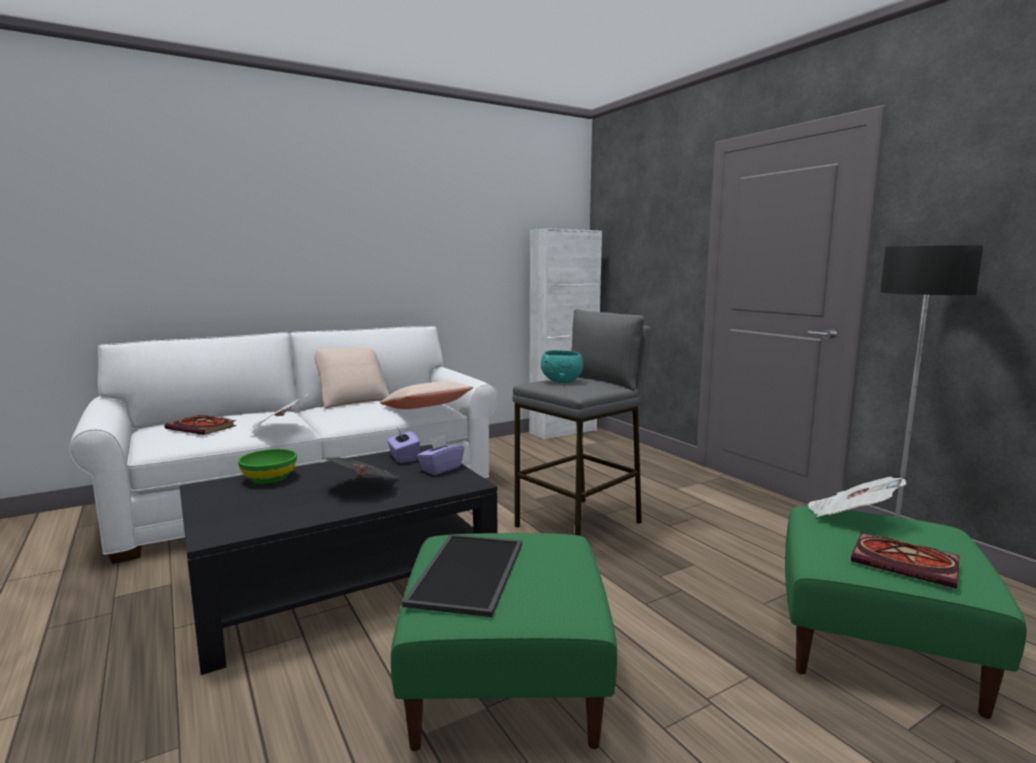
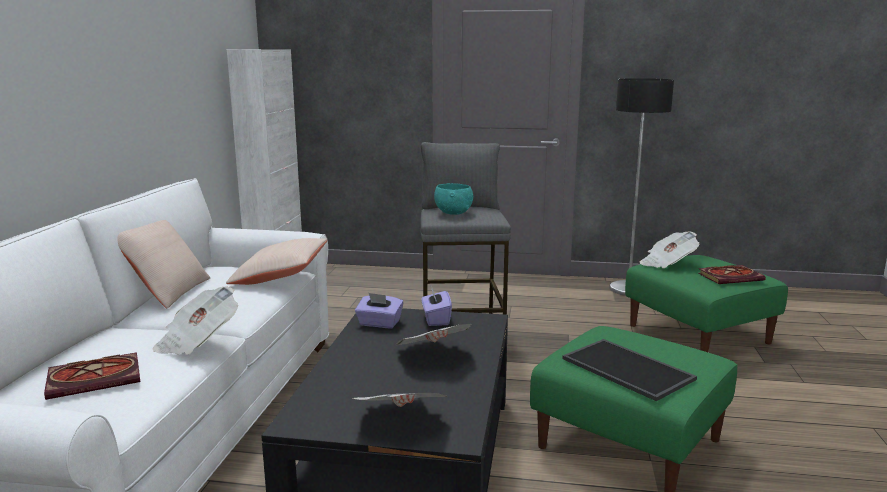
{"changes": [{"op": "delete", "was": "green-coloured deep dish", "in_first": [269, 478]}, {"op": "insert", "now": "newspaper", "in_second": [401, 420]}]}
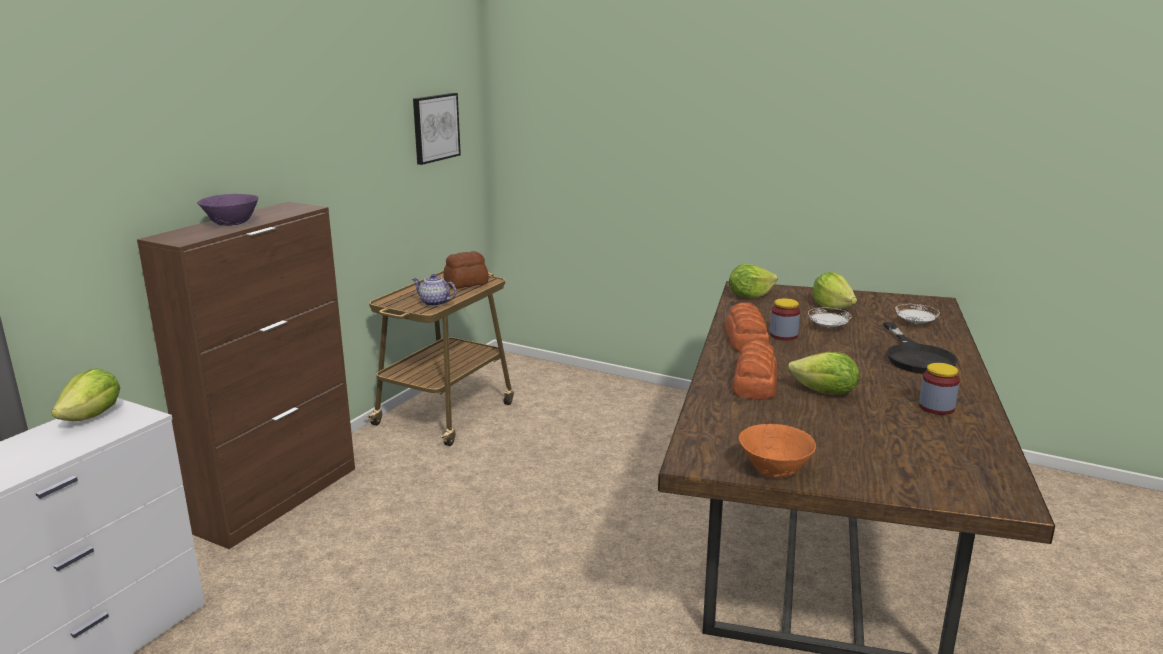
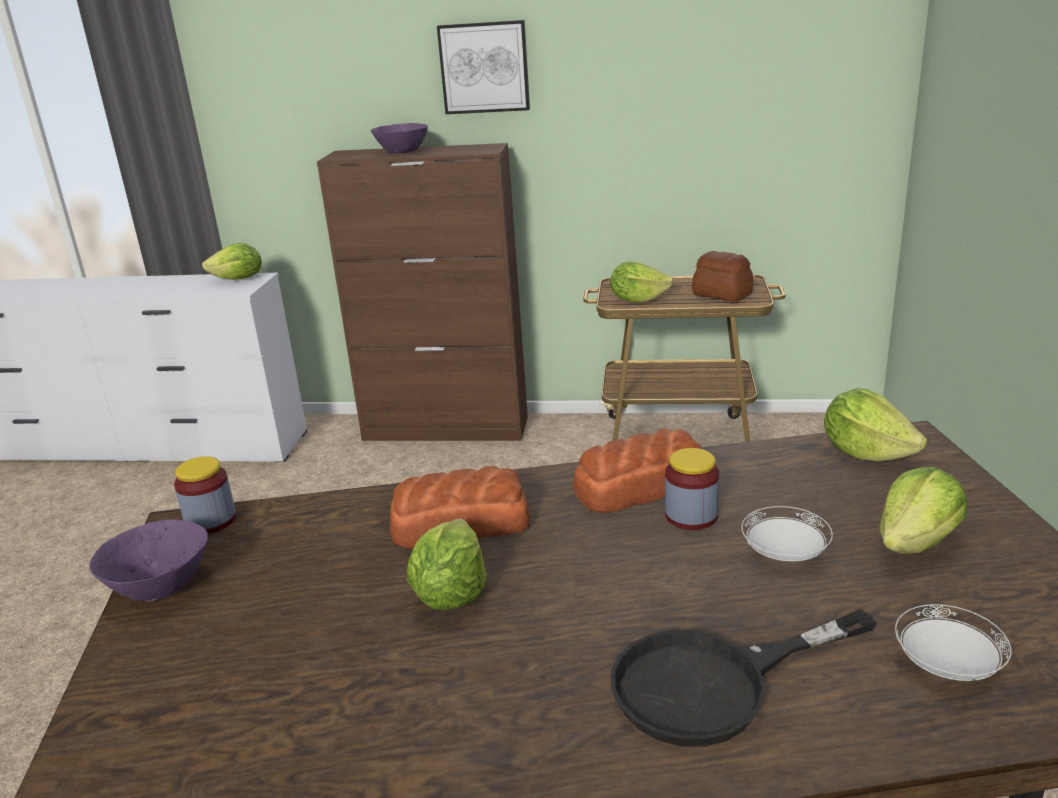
{"changes": [{"op": "replace", "was": "tea pot", "now": "head of lettuce", "in_first": [434, 303], "in_second": [637, 300]}, {"op": "move", "was": "picture", "in_first": [435, 127], "in_second": [484, 67]}, {"op": "recolor", "was": "orange-coloured deep dish", "now": "purple-coloured deep dish", "in_first": [774, 470], "in_second": [159, 588]}, {"op": "move", "was": "preserve jar", "in_first": [936, 407], "in_second": [211, 521]}]}
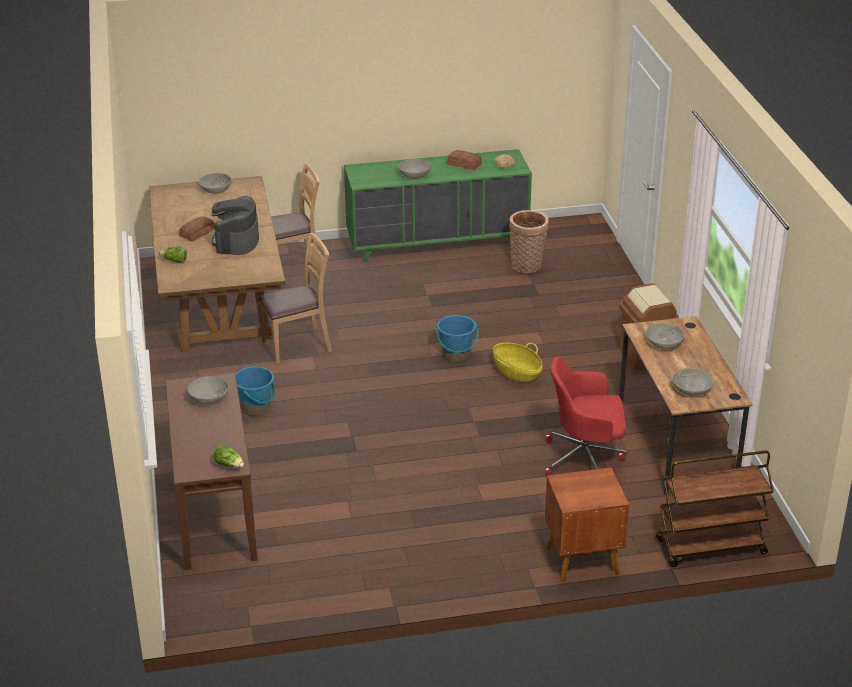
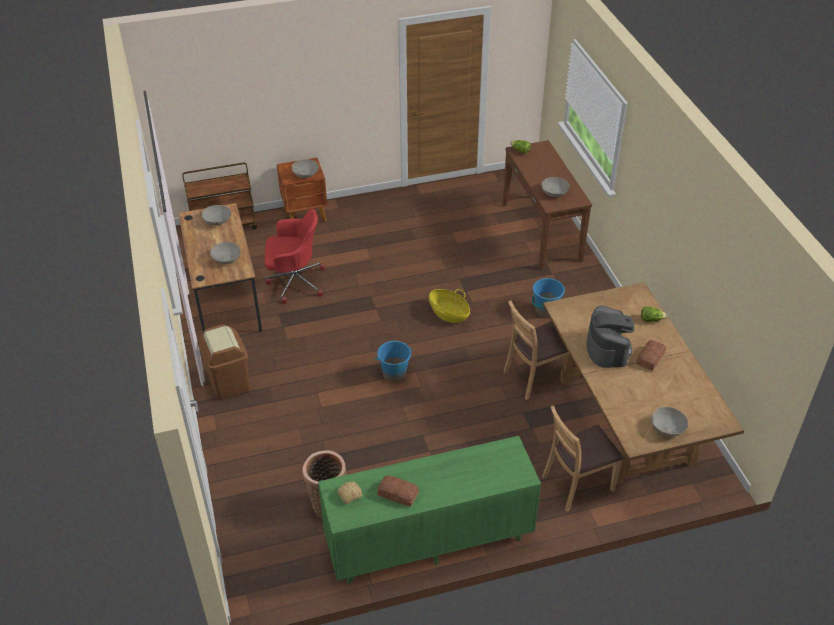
{"changes": [{"op": "move", "was": "grey deep dish", "in_first": [415, 175], "in_second": [305, 174]}, {"op": "move", "was": "household basket", "in_first": [517, 372], "in_second": [449, 313]}]}
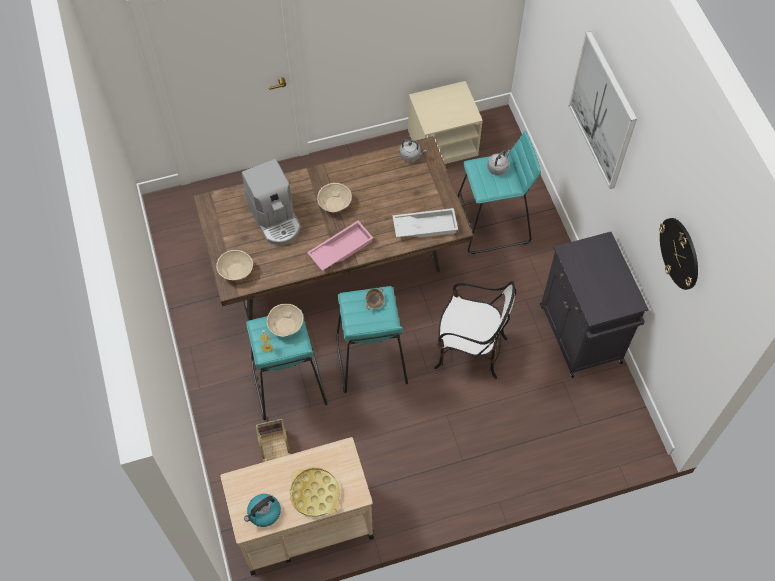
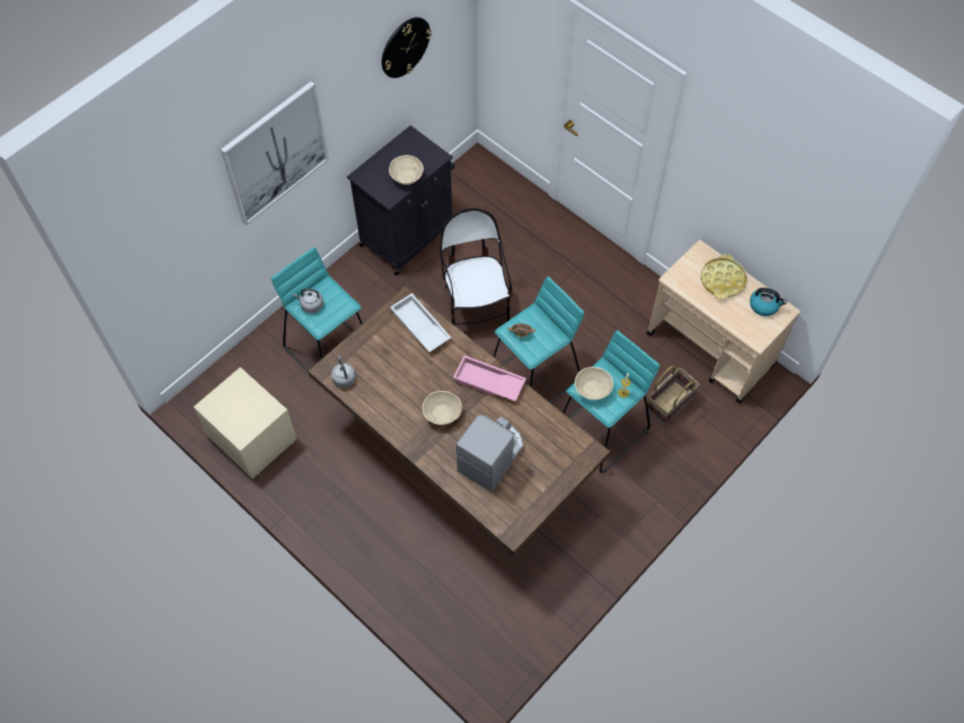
{"changes": [{"op": "move", "was": "sand-coloured deep dish", "in_first": [236, 271], "in_second": [406, 177]}]}
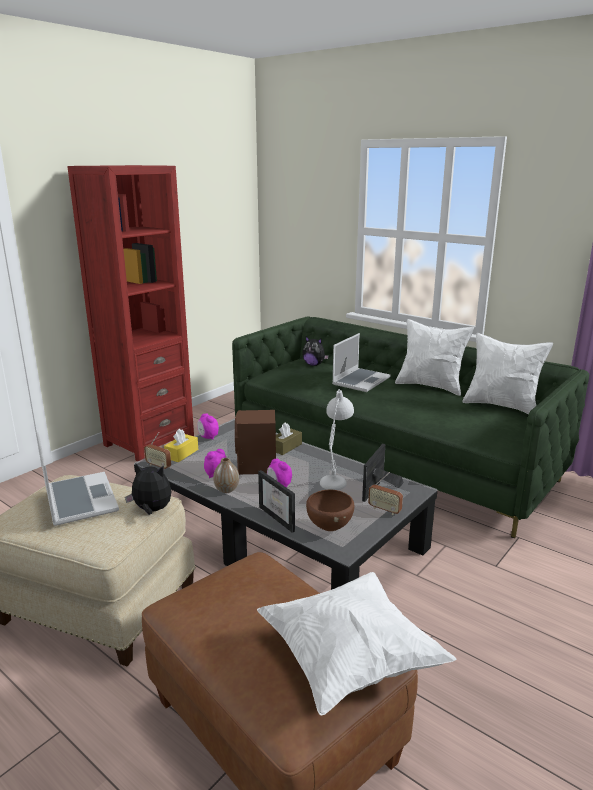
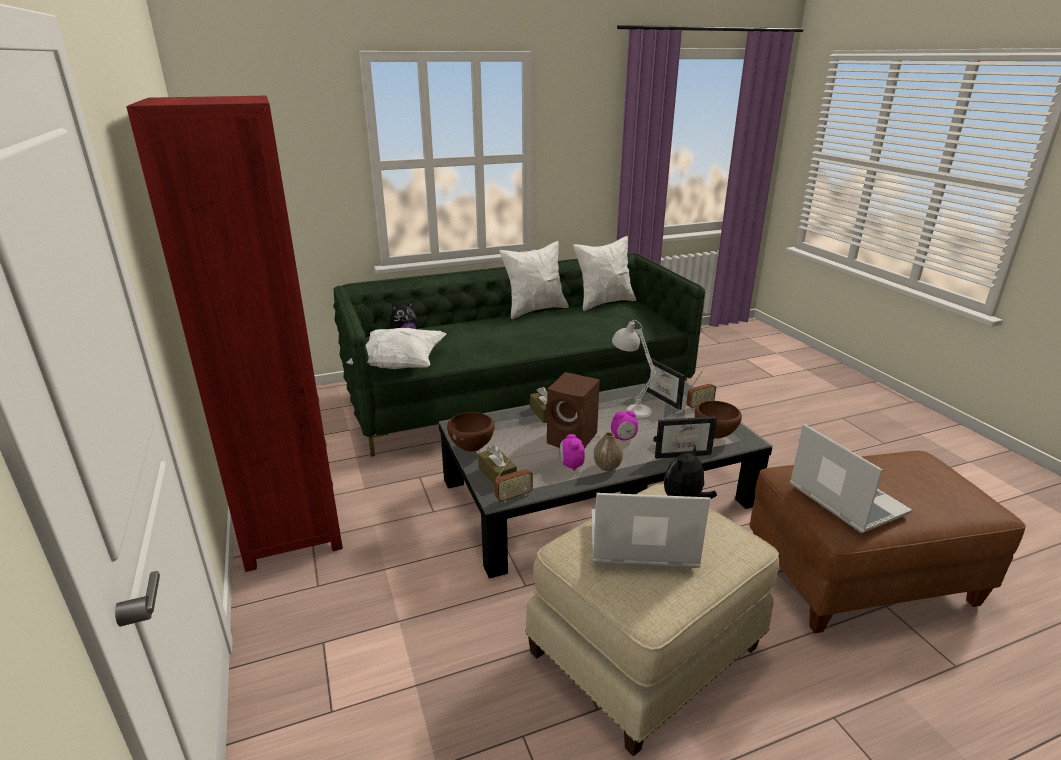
{"changes": [{"op": "recolor", "was": "yellow-coloured box of tissues", "now": "brownish box of tissues", "in_first": [182, 454], "in_second": [497, 474]}, {"op": "replace", "was": "alarm clock", "now": "brownish deep dish", "in_first": [208, 437], "in_second": [472, 449]}, {"op": "move", "was": "whitish pillow", "in_first": [349, 659], "in_second": [400, 365]}, {"op": "move", "was": "notebook computer", "in_first": [360, 381], "in_second": [844, 499]}]}
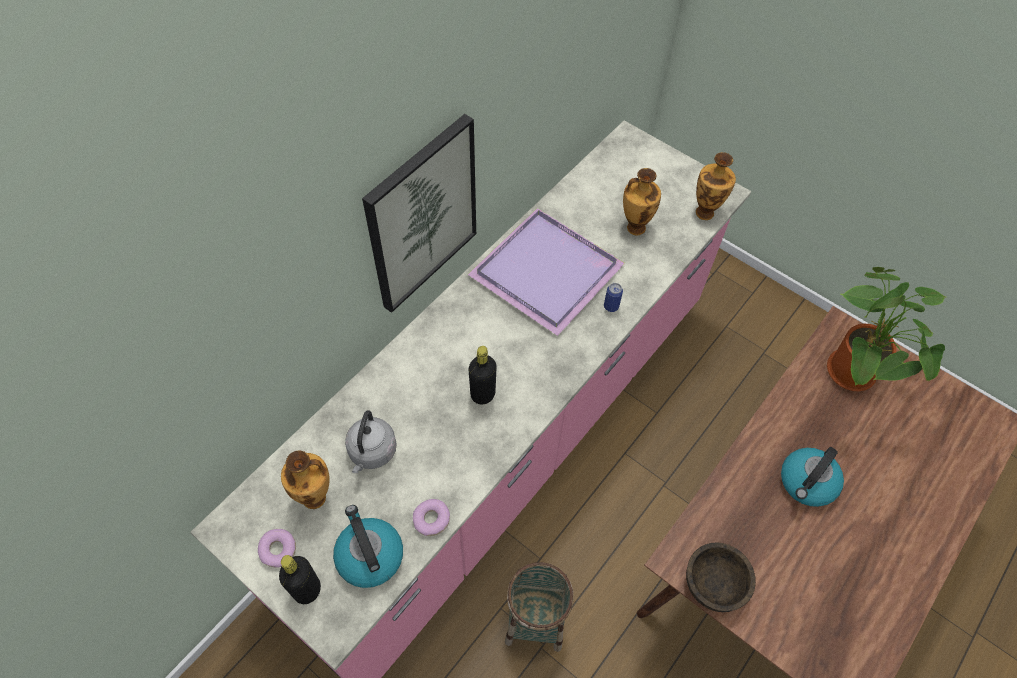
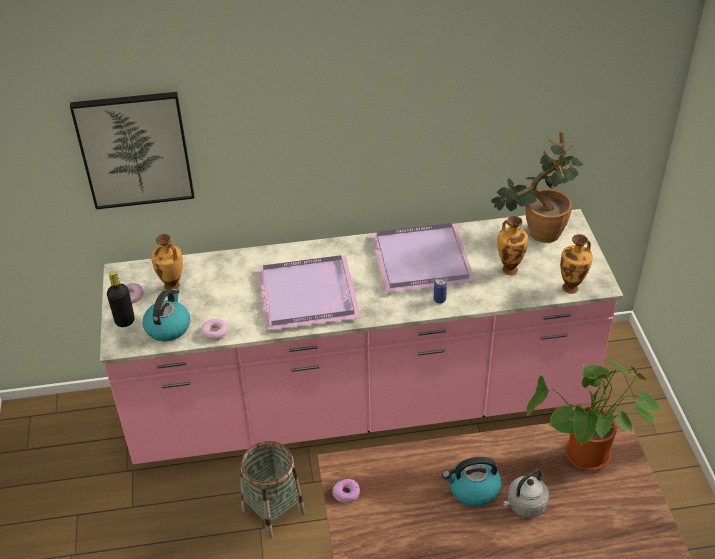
{"changes": [{"op": "move", "was": "grey kettle", "in_first": [372, 452], "in_second": [524, 505]}, {"op": "move", "was": "picture", "in_first": [421, 215], "in_second": [135, 150]}, {"op": "replace", "was": "blackish drink bottle", "now": "purple-coloured tray", "in_first": [483, 394], "in_second": [310, 295]}, {"op": "replace", "was": "brownish deep dish", "now": "doughnut", "in_first": [714, 584], "in_second": [346, 493]}, {"op": "insert", "now": "plant in a pot", "in_second": [536, 234]}]}
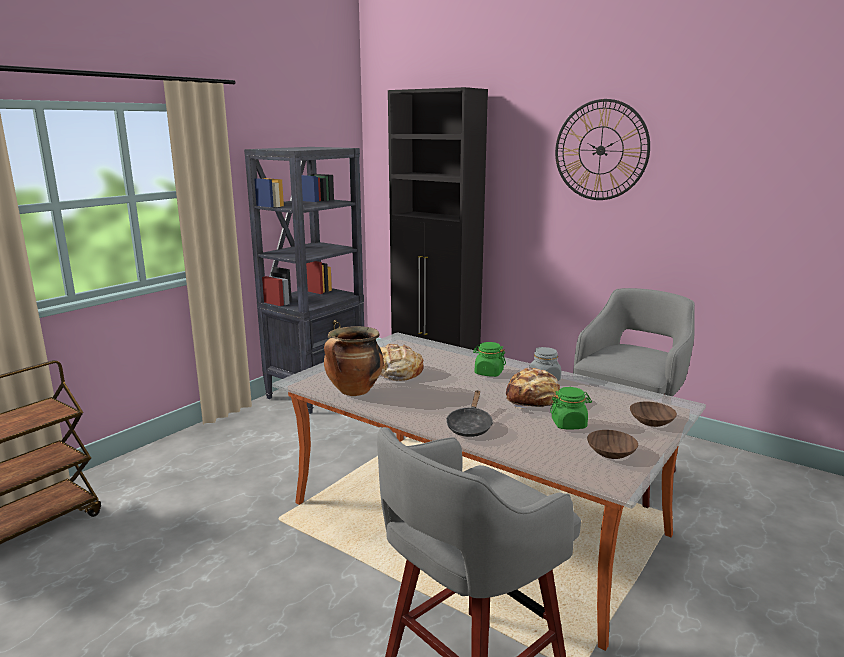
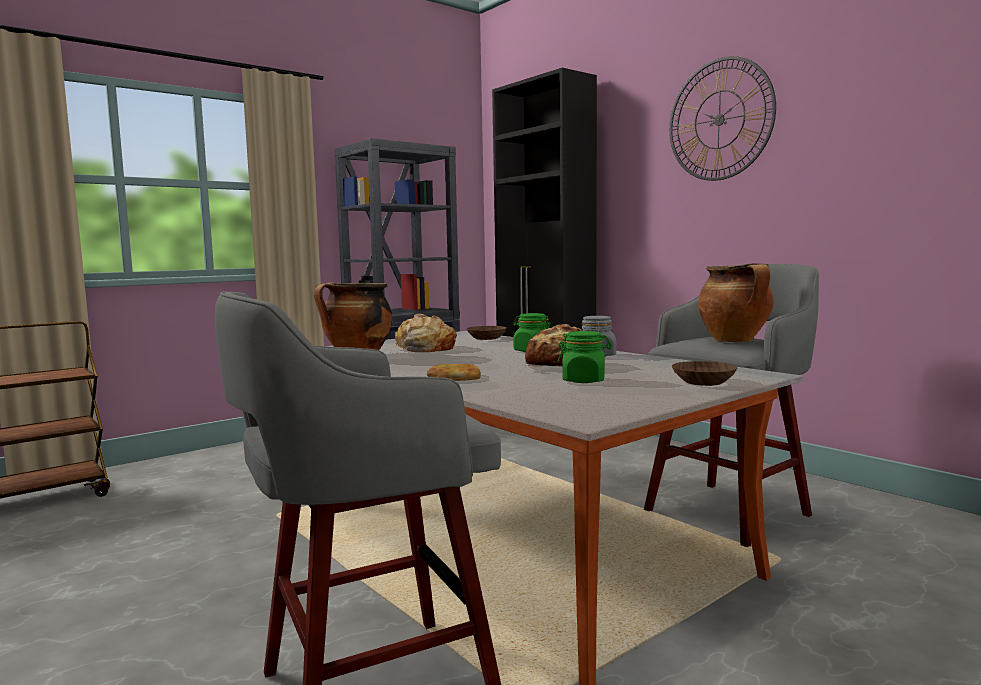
{"changes": [{"op": "replace", "was": "blackish frying pan", "now": "bakery bread", "in_first": [469, 426], "in_second": [454, 377]}, {"op": "move", "was": "brownish deep dish", "in_first": [611, 451], "in_second": [487, 338]}, {"op": "insert", "now": "stockpot", "in_second": [735, 340]}]}
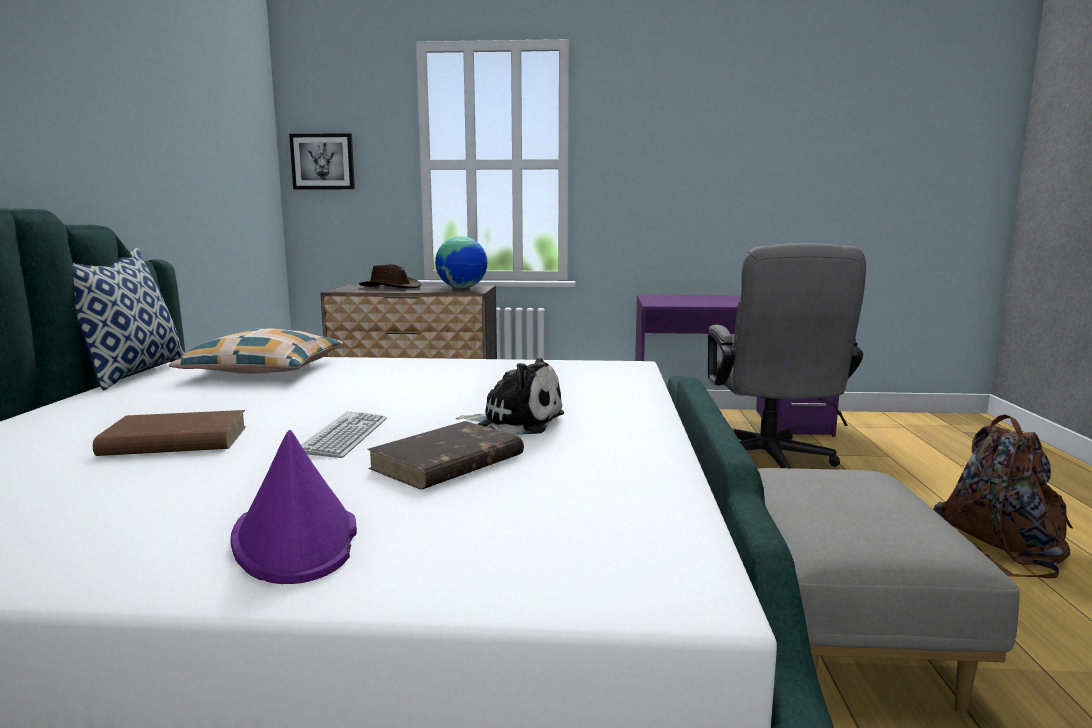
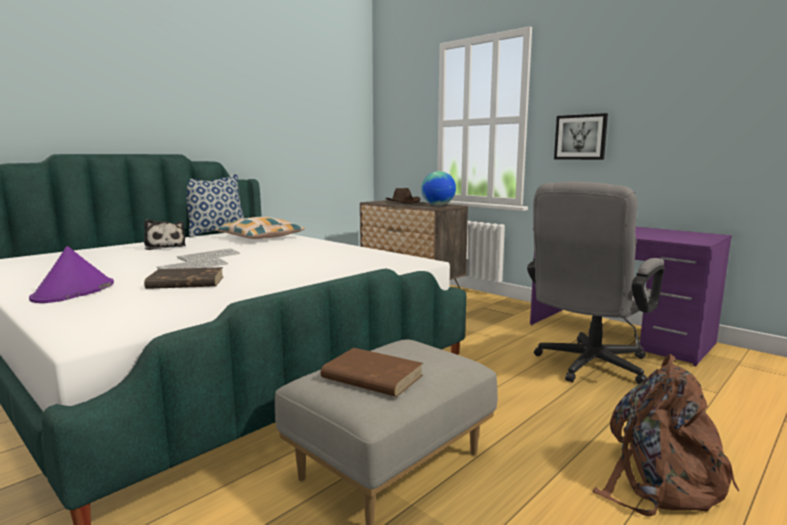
{"changes": [{"op": "move", "was": "brownish bound book", "in_first": [174, 441], "in_second": [371, 377]}, {"op": "move", "was": "picture", "in_first": [323, 162], "in_second": [580, 137]}, {"op": "move", "was": "soft toy", "in_first": [516, 422], "in_second": [165, 247]}, {"op": "insert", "now": "keyboard", "in_second": [209, 256]}]}
